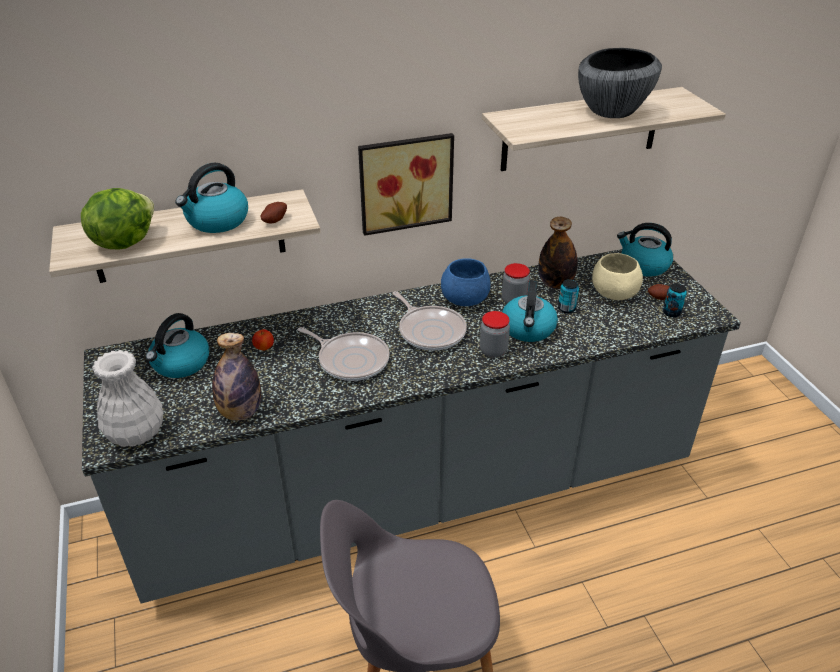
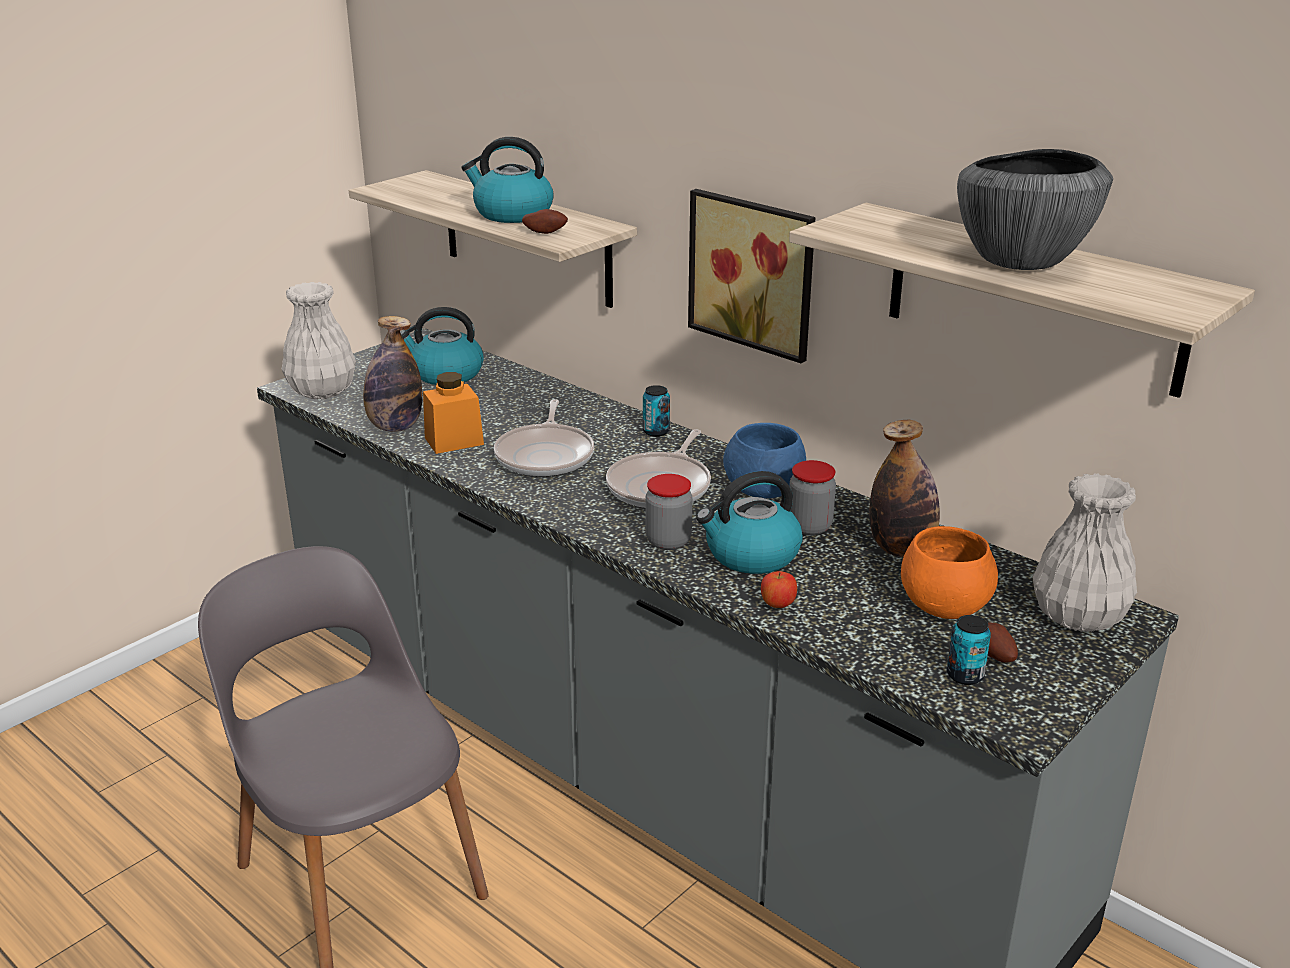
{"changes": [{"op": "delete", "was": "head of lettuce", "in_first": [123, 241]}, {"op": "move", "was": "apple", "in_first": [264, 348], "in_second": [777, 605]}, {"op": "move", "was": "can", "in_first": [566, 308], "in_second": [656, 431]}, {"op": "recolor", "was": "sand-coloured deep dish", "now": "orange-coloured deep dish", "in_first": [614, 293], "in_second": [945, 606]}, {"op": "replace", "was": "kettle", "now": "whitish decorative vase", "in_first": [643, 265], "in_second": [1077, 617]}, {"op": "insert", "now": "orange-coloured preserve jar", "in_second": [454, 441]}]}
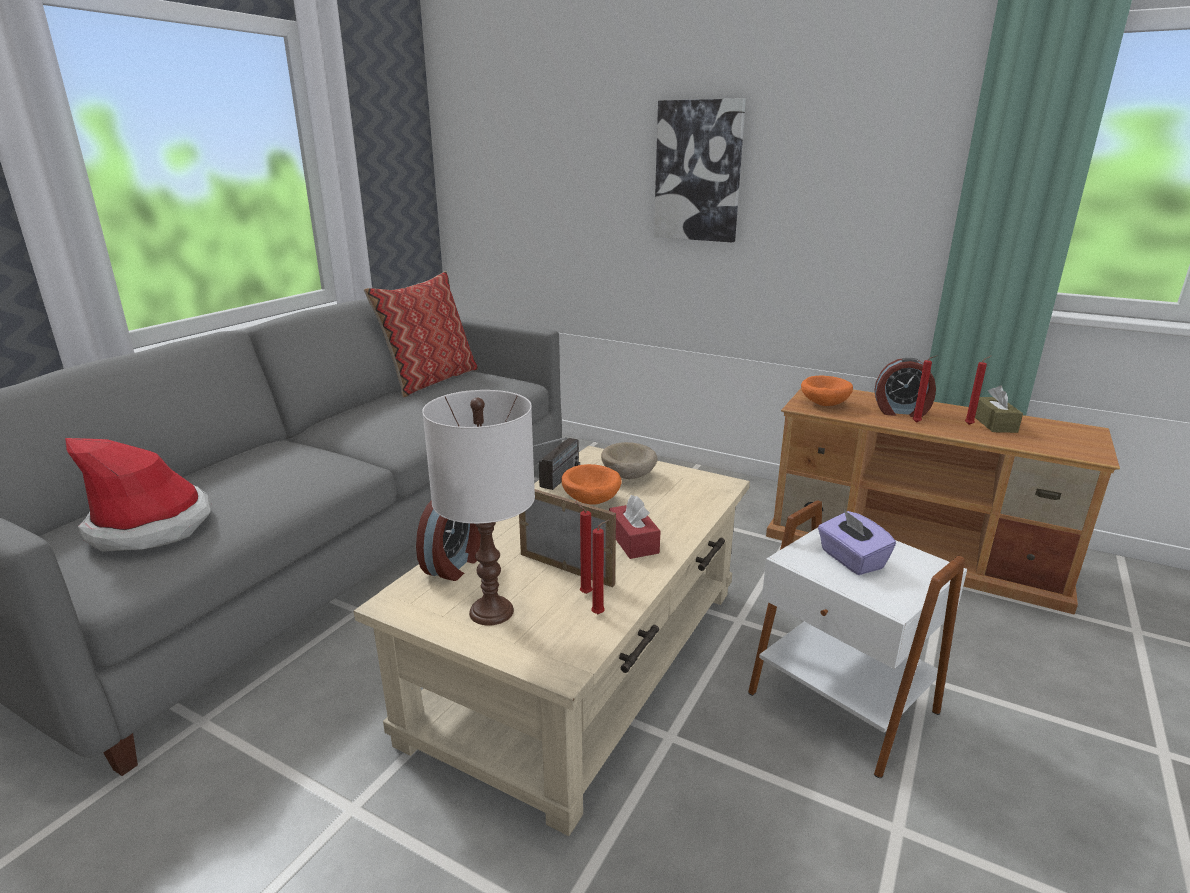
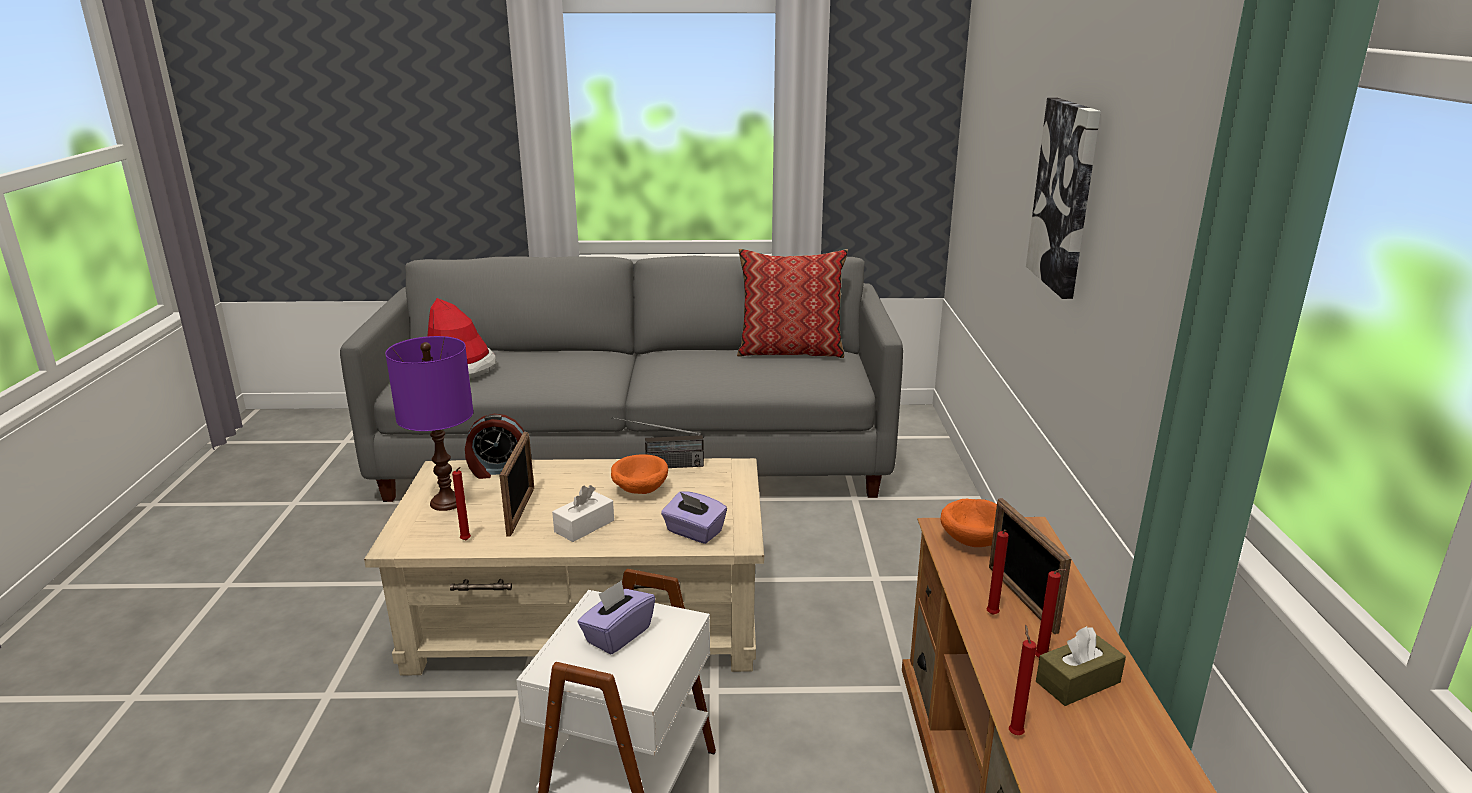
{"changes": [{"op": "recolor", "was": "whitish table lamp", "now": "purple-coloured table lamp", "in_first": [492, 611], "in_second": [447, 502]}, {"op": "move", "was": "red wax light", "in_first": [584, 593], "in_second": [1014, 732]}, {"op": "delete", "was": "sand-coloured deep dish", "in_first": [628, 477]}, {"op": "recolor", "was": "red box of tissues", "now": "whitish box of tissues", "in_first": [633, 541], "in_second": [584, 526]}, {"op": "replace", "was": "alarm clock", "now": "picture frame", "in_first": [901, 412], "in_second": [1021, 598]}, {"op": "insert", "now": "purple-coloured box of tissues", "in_second": [694, 532]}]}
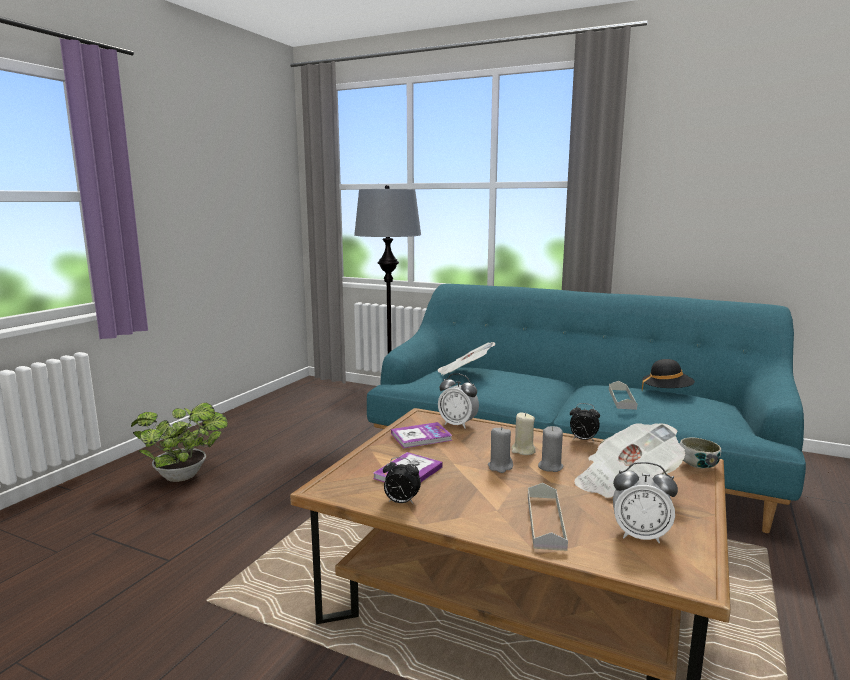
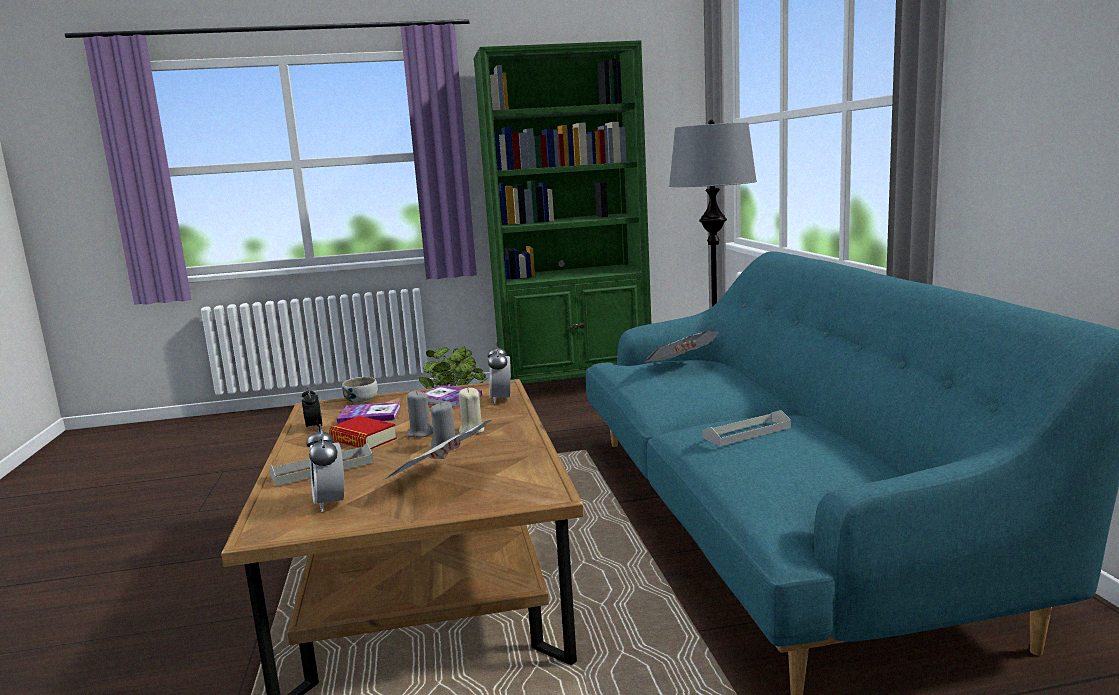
{"changes": [{"op": "delete", "was": "alarm clock", "in_first": [583, 440]}, {"op": "delete", "was": "blackish hat", "in_first": [666, 392]}, {"op": "move", "was": "deep dish", "in_first": [698, 465], "in_second": [361, 401]}, {"op": "insert", "now": "bound book", "in_second": [363, 440]}, {"op": "insert", "now": "green-coloured bookcase", "in_second": [576, 385]}]}
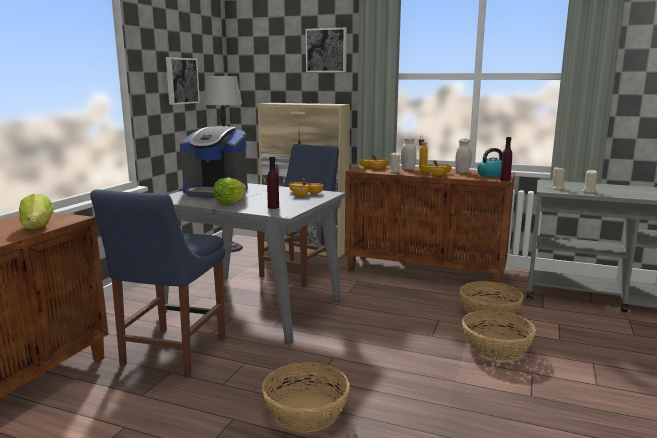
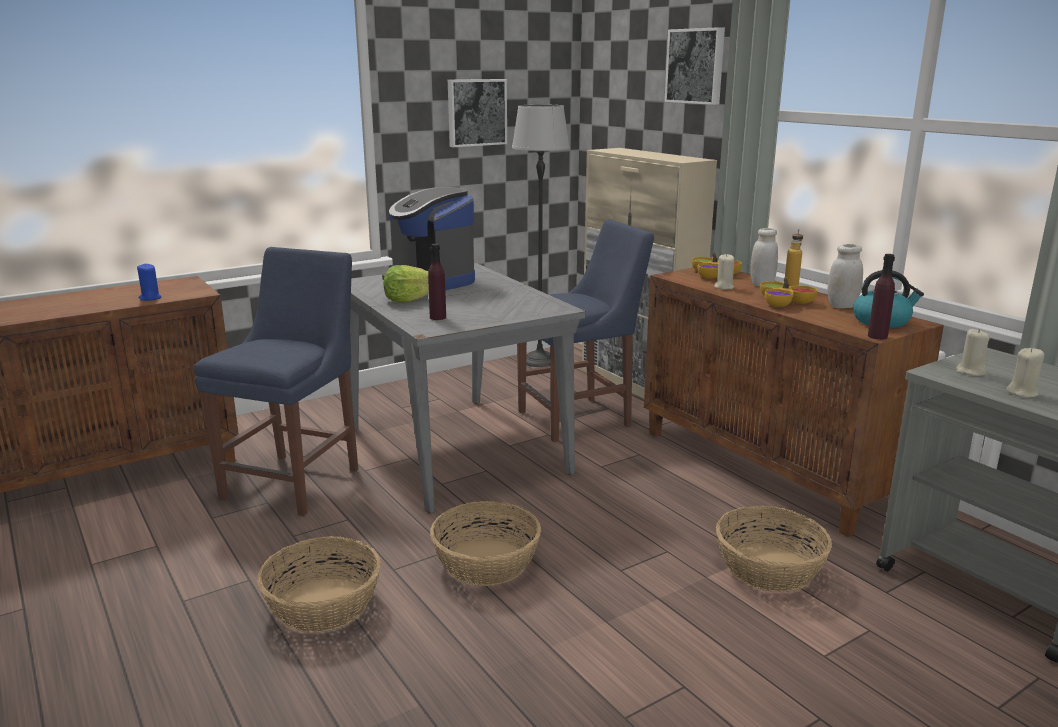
{"changes": [{"op": "replace", "was": "head of lettuce", "now": "bluish wax light", "in_first": [38, 227], "in_second": [150, 298]}, {"op": "rotate", "was": "bluish chair", "in_first": [171, 353], "in_second": [296, 480], "clockwise": 150}, {"op": "delete", "was": "deep dish", "in_first": [304, 193]}, {"op": "move", "was": "household basket", "in_first": [496, 348], "in_second": [485, 563]}]}
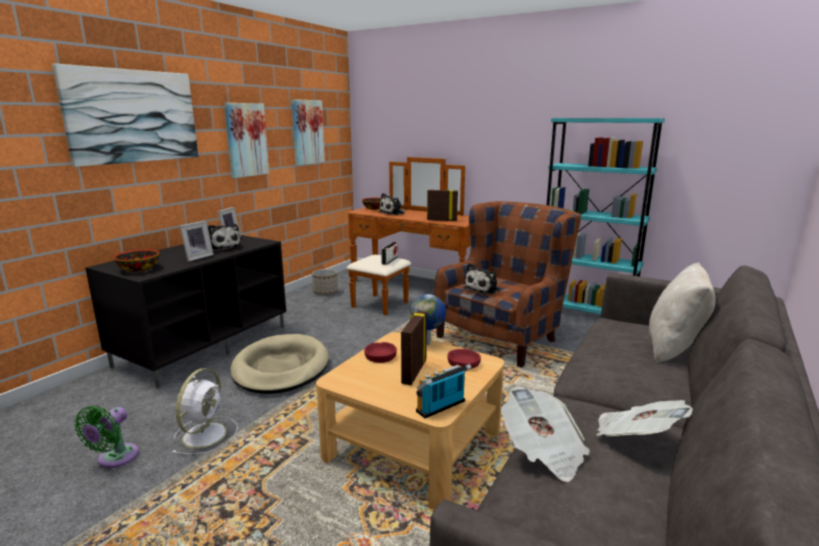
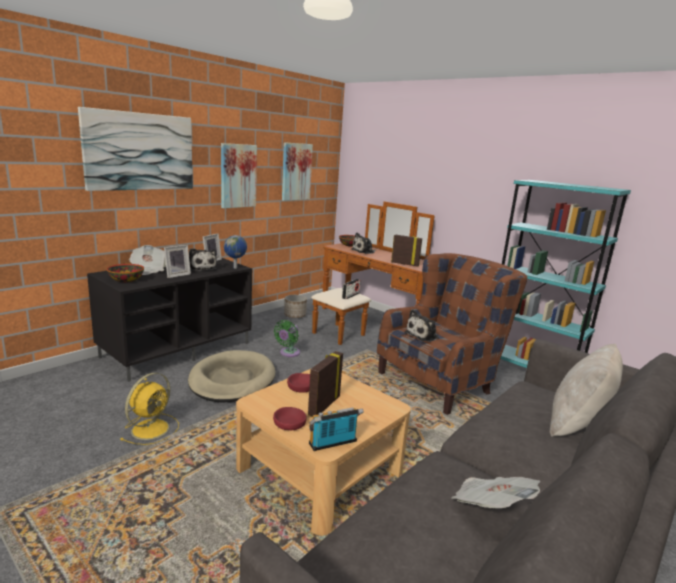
{"changes": [{"op": "move", "was": "green-coloured electric fan", "in_first": [115, 459], "in_second": [288, 353]}, {"op": "recolor", "was": "whitish electric fan", "now": "yellow-coloured electric fan", "in_first": [206, 434], "in_second": [151, 428]}, {"op": "move", "was": "desk globe", "in_first": [428, 343], "in_second": [235, 268]}, {"op": "move", "was": "red deep dish", "in_first": [463, 363], "in_second": [289, 423]}, {"op": "move", "was": "newspaper", "in_first": [543, 451], "in_second": [148, 270]}]}
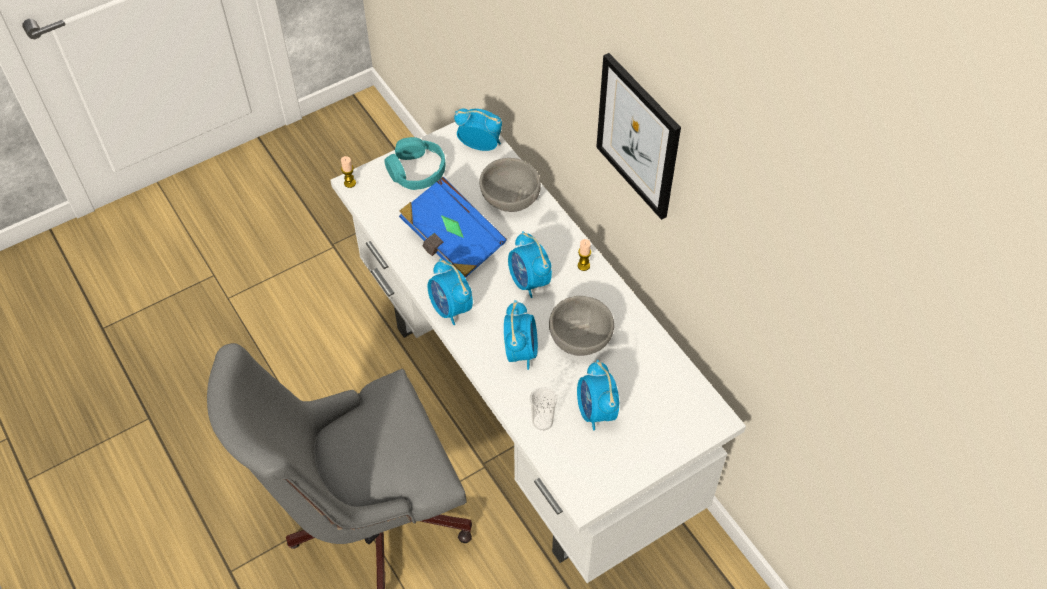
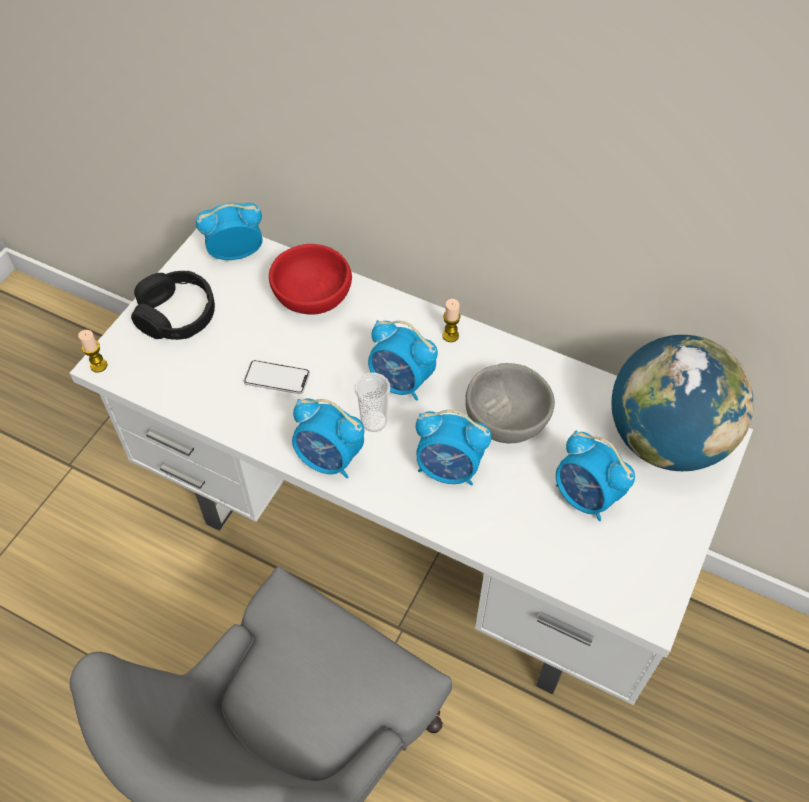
{"changes": [{"op": "recolor", "was": "turquoise pair of headphones", "now": "blackish pair of headphones", "in_first": [416, 171], "in_second": [176, 315]}, {"op": "replace", "was": "bluish bound book", "now": "phone", "in_first": [452, 241], "in_second": [277, 378]}, {"op": "recolor", "was": "grey deep dish", "now": "red deep dish", "in_first": [510, 197], "in_second": [311, 296]}, {"op": "rotate", "was": "alarm clock", "in_first": [520, 351], "in_second": [449, 469], "clockwise": 135}, {"op": "move", "was": "drinking cup", "in_first": [542, 421], "in_second": [374, 421]}, {"op": "delete", "was": "picture", "in_first": [638, 136]}, {"op": "insert", "now": "desk globe", "in_second": [665, 439]}]}
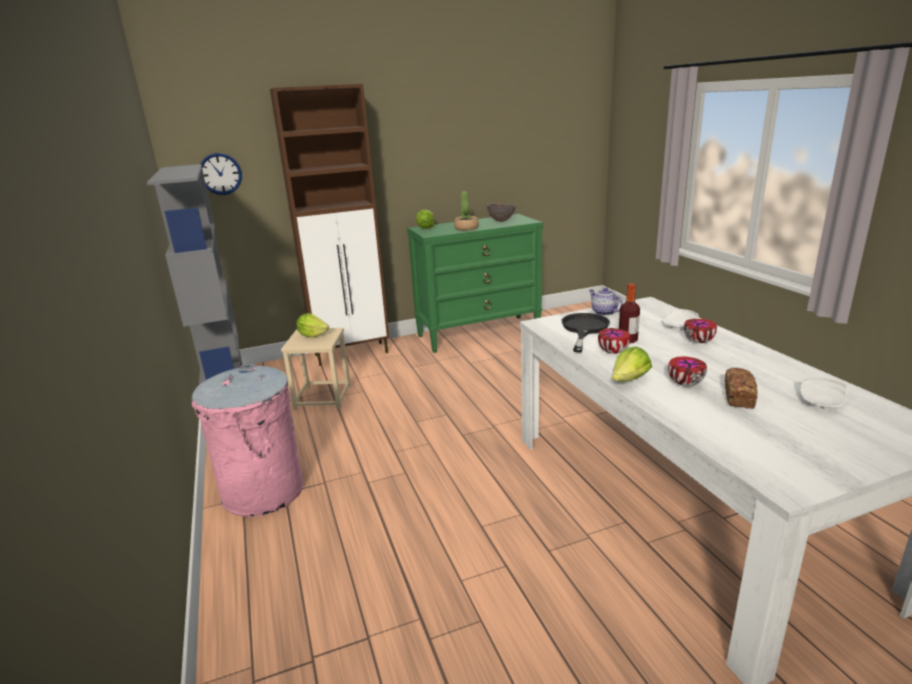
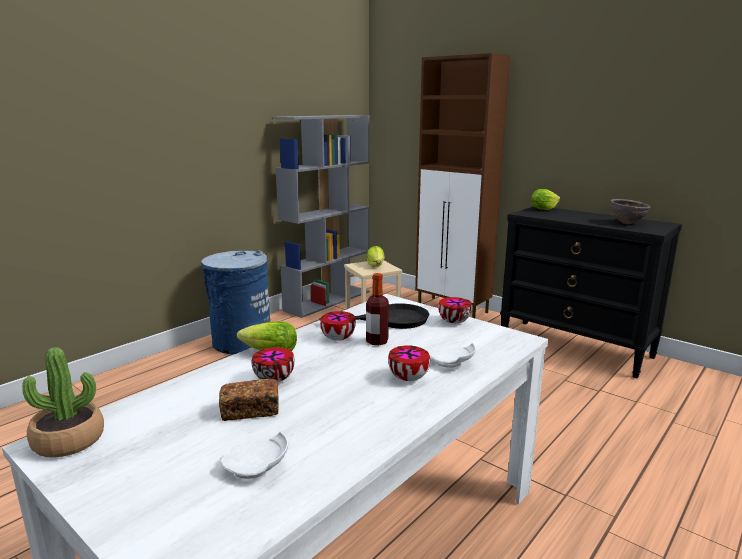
{"changes": [{"op": "recolor", "was": "pink-coloured trash can", "now": "bluish trash can", "in_first": [262, 492], "in_second": [241, 342]}, {"op": "delete", "was": "clock on the wall", "in_first": [220, 174]}, {"op": "recolor", "was": "green-coloured chest of drawers", "now": "blackish chest of drawers", "in_first": [479, 333], "in_second": [575, 347]}, {"op": "move", "was": "plant in a pot", "in_first": [466, 228], "in_second": [68, 441]}, {"op": "replace", "was": "tea pot", "now": "deep dish", "in_first": [603, 312], "in_second": [453, 321]}]}
